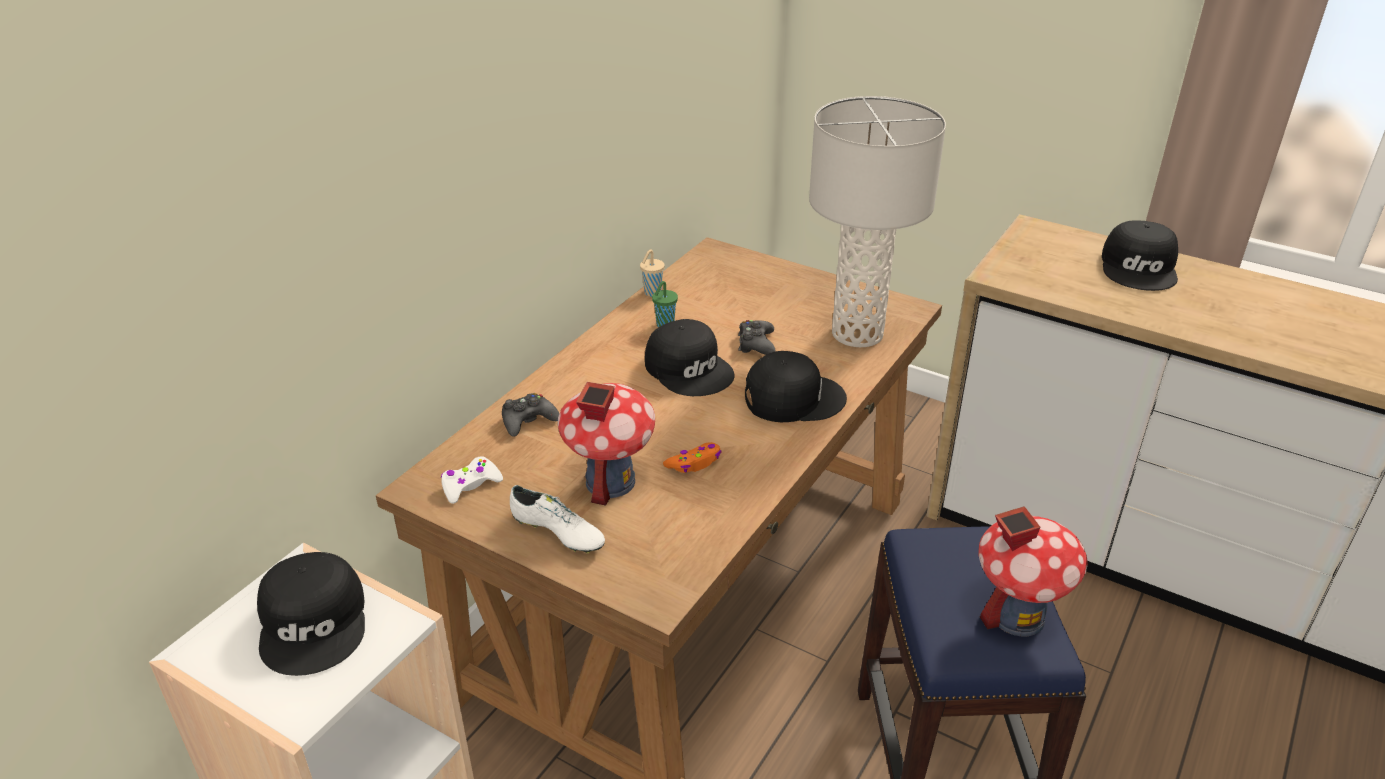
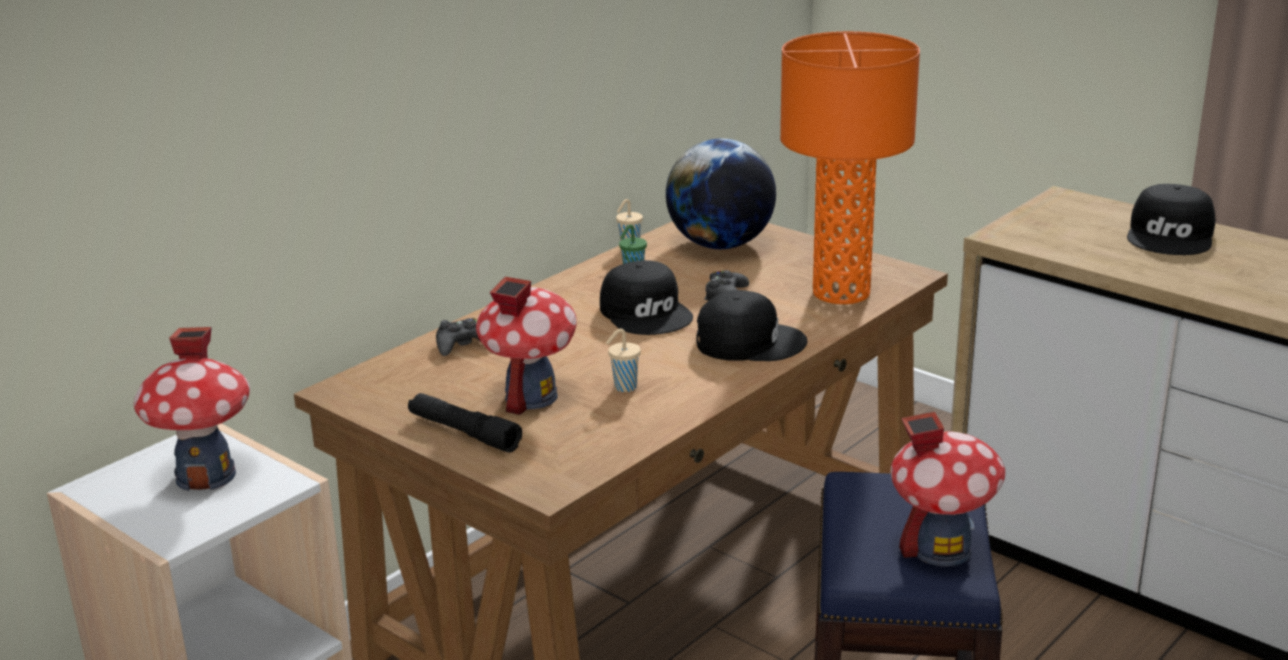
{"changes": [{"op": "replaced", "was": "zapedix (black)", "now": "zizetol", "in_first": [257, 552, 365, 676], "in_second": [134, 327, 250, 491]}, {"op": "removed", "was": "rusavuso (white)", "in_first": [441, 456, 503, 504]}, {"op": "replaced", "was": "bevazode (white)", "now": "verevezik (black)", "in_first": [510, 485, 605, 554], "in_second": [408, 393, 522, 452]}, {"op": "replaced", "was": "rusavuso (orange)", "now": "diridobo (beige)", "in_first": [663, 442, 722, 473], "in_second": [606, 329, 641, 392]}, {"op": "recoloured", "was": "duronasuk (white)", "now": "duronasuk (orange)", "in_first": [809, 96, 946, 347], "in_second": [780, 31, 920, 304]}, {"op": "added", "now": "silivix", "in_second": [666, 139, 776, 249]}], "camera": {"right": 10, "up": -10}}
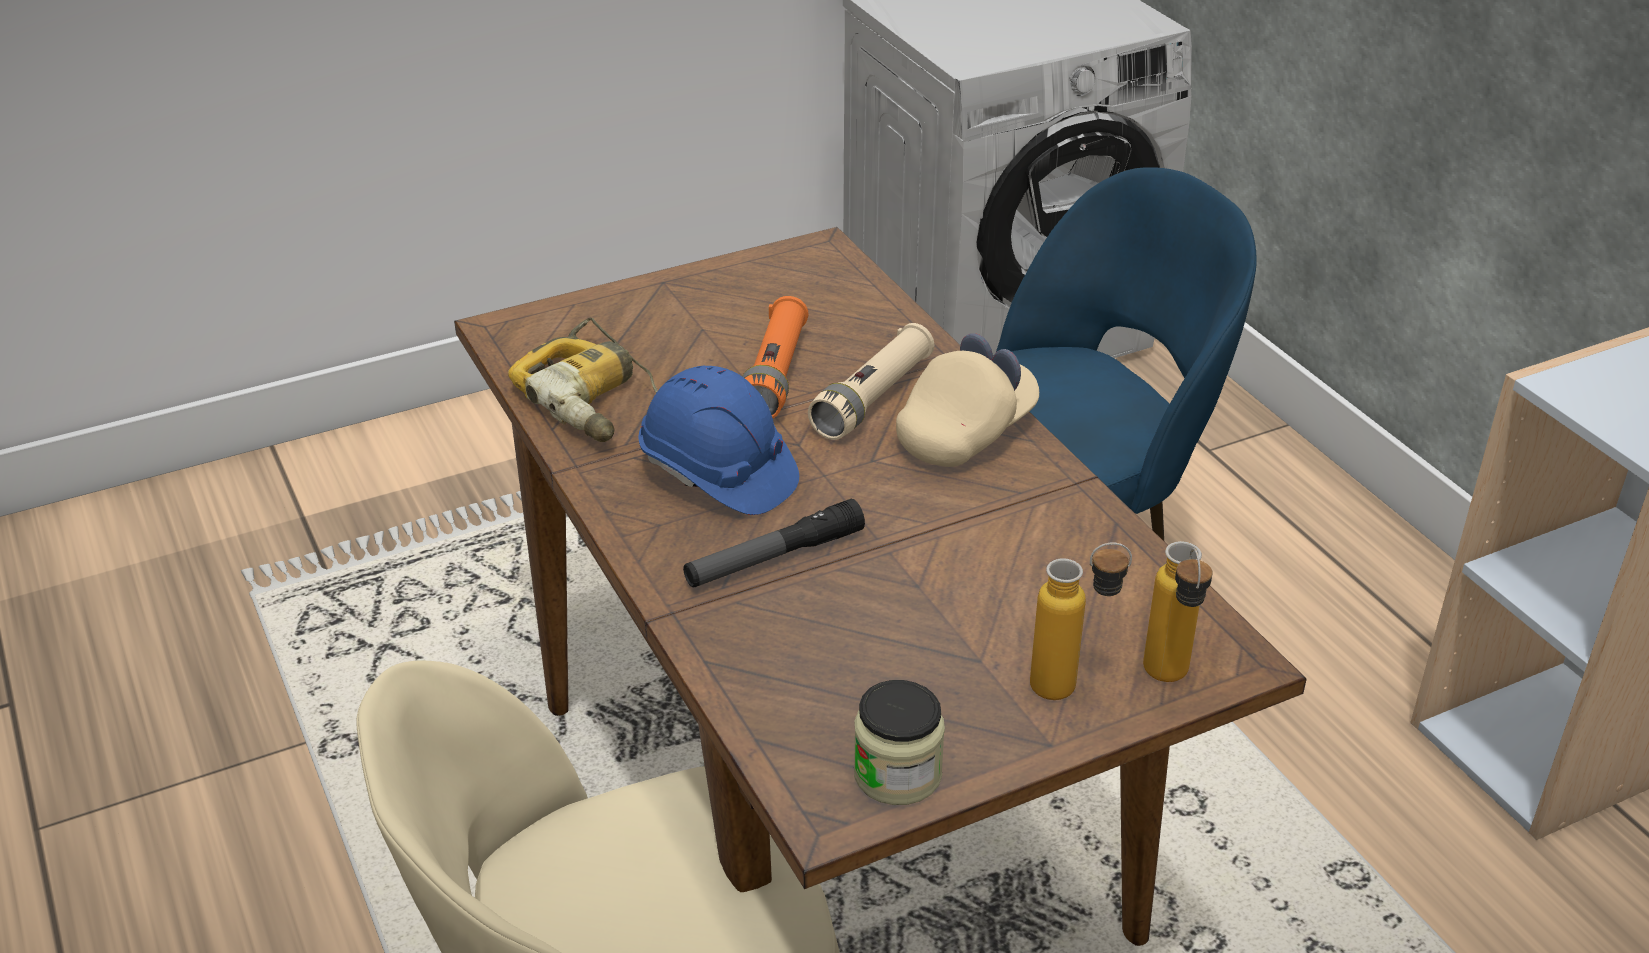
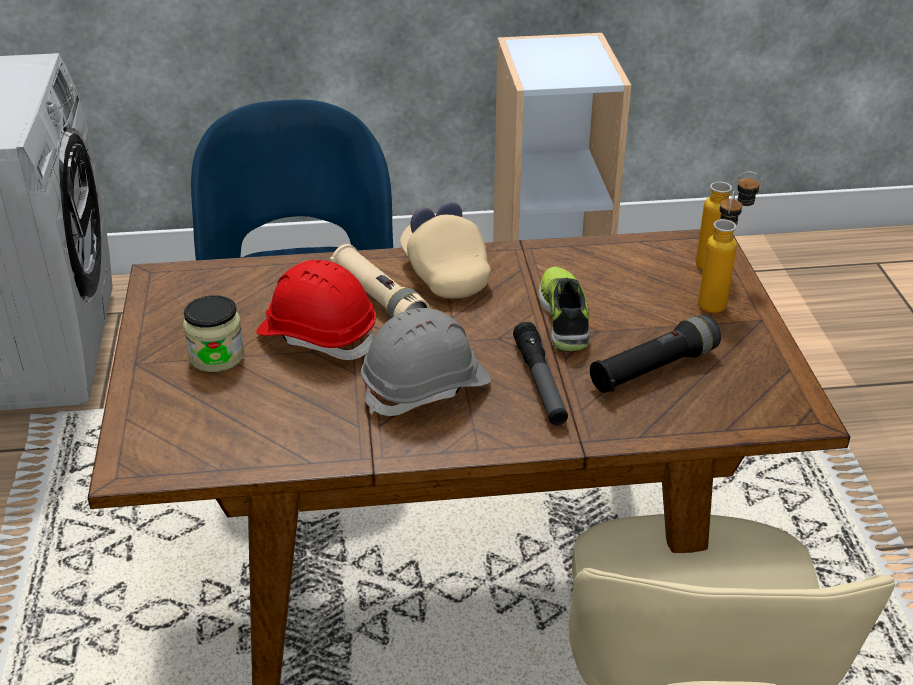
{"changes": [{"op": "removed", "was": "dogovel", "in_first": [508, 318, 658, 442]}, {"op": "recoloured", "was": "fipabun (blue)", "now": "fipabun (grey)", "in_first": [638, 366, 799, 515], "in_second": [361, 308, 491, 416]}, {"op": "replaced", "was": "verevezik (orange)", "now": "fipabun (red)", "in_first": [742, 296, 809, 418], "in_second": [256, 260, 376, 360]}, {"op": "moved", "was": "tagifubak", "in_first": [854, 680, 945, 805], "in_second": [183, 295, 245, 372]}, {"op": "added", "now": "bevazode", "in_second": [538, 267, 590, 352]}, {"op": "added", "now": "verevezik (black)", "in_second": [590, 314, 721, 393]}], "camera": {"right": -70, "up": 0}}
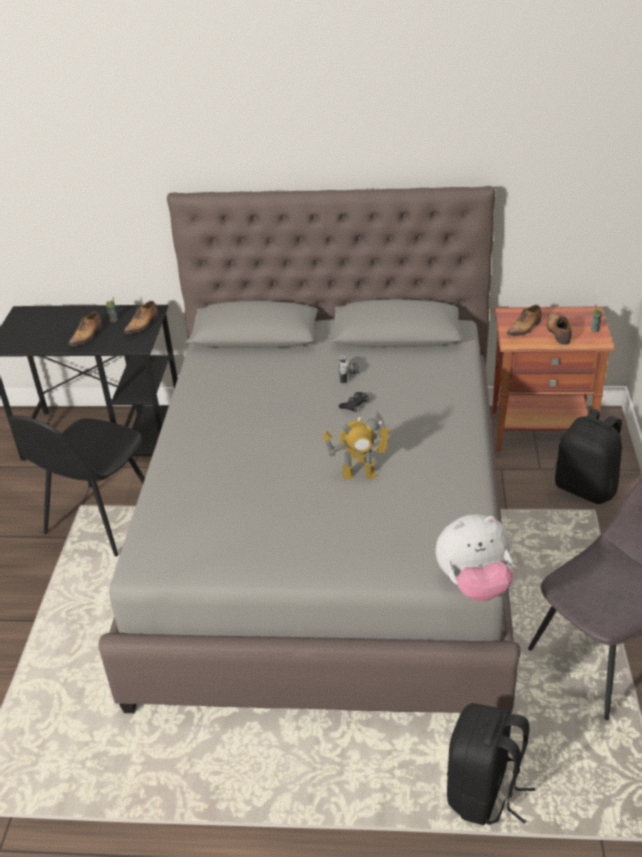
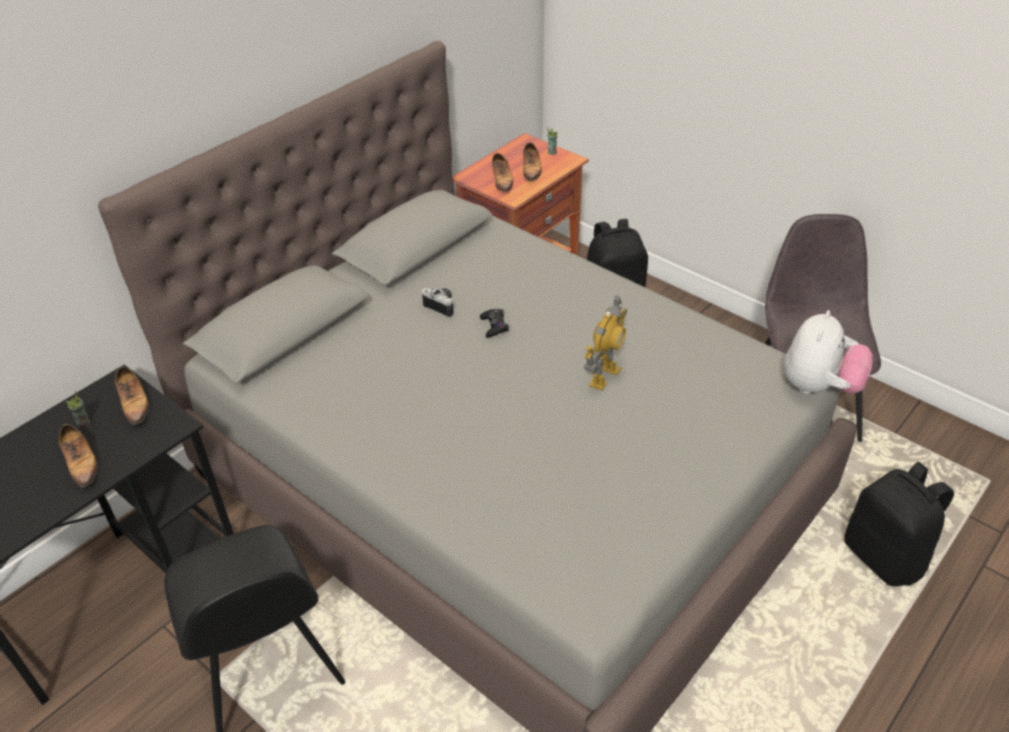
{"changes": [{"op": "turned", "was": "bevazode", "in_first": [547, 313, 572, 345], "in_second": [523, 143, 541, 181], "clockwise": -120}], "camera": {"right": -55, "up": 5}}
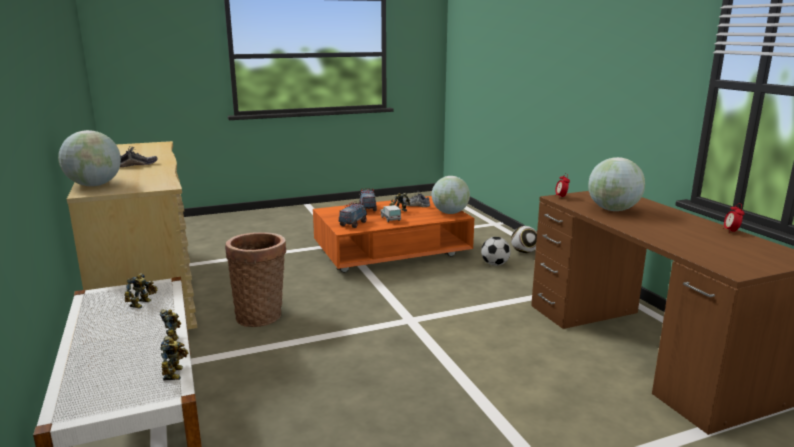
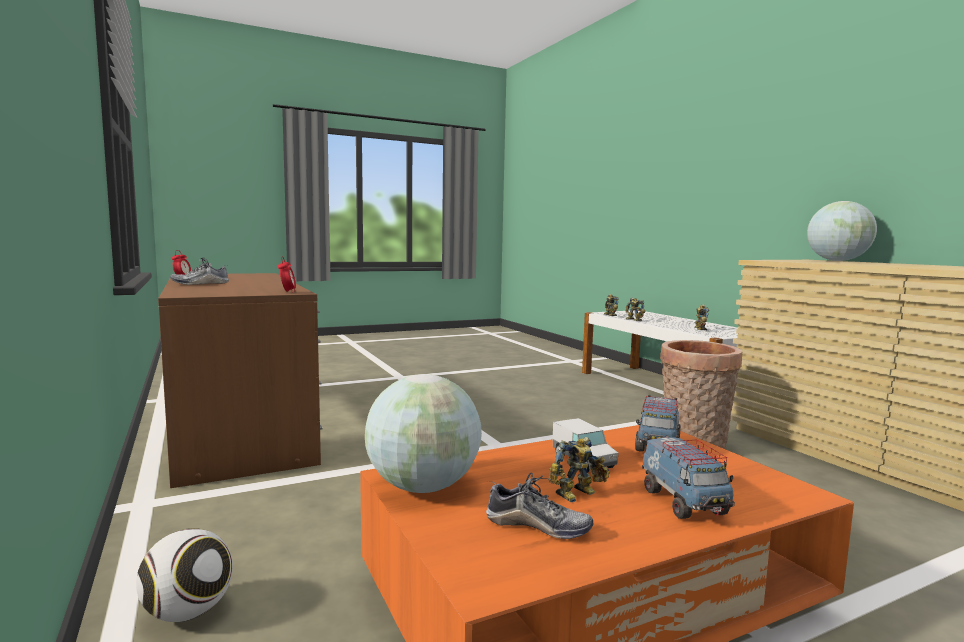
{"changes": [{"op": "moved", "was": "bevazode", "in_first": [120, 146, 158, 167], "in_second": [170, 258, 229, 285]}, {"op": "removed", "was": "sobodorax", "in_first": [481, 237, 511, 266]}, {"op": "removed", "was": "silivix", "in_first": [588, 157, 645, 211]}], "camera": {"right": 175, "up": -10}}
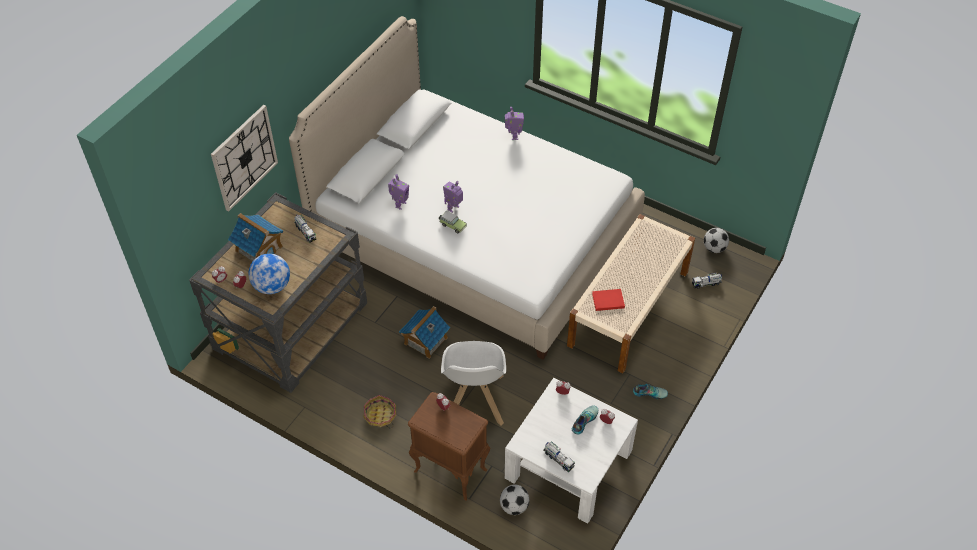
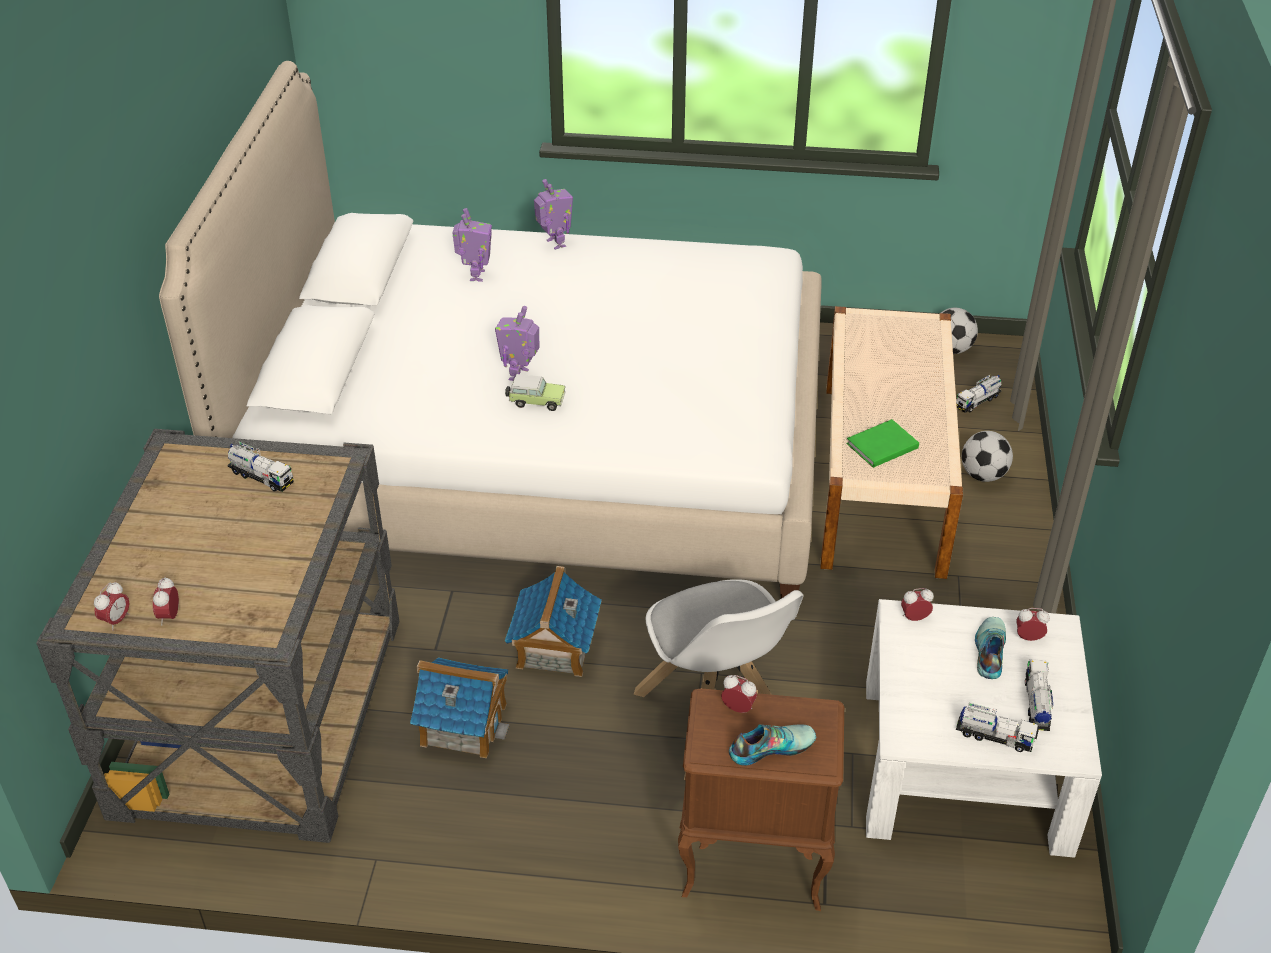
{"changes": [{"op": "removed", "was": "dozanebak", "in_first": [211, 105, 278, 212]}, {"op": "moved", "was": "zizetol", "in_first": [228, 213, 283, 262], "in_second": [410, 657, 510, 758]}, {"op": "removed", "was": "silivix", "in_first": [248, 253, 290, 294]}, {"op": "removed", "was": "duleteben", "in_first": [363, 395, 396, 429]}, {"op": "moved", "was": "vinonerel", "in_first": [388, 174, 409, 210], "in_second": [452, 208, 492, 282]}, {"op": "moved", "was": "sobodorax", "in_first": [500, 485, 529, 515], "in_second": [962, 431, 1013, 482]}, {"op": "recoloured", "was": "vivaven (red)", "now": "vivaven (green)", "in_first": [592, 289, 625, 311], "in_second": [846, 419, 919, 468]}, {"op": "moved", "was": "bevazode", "in_first": [633, 384, 668, 399], "in_second": [729, 724, 816, 766]}, {"op": "added", "now": "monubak", "in_second": [1025, 659, 1053, 731]}], "camera": {"right": -25, "up": -10}}
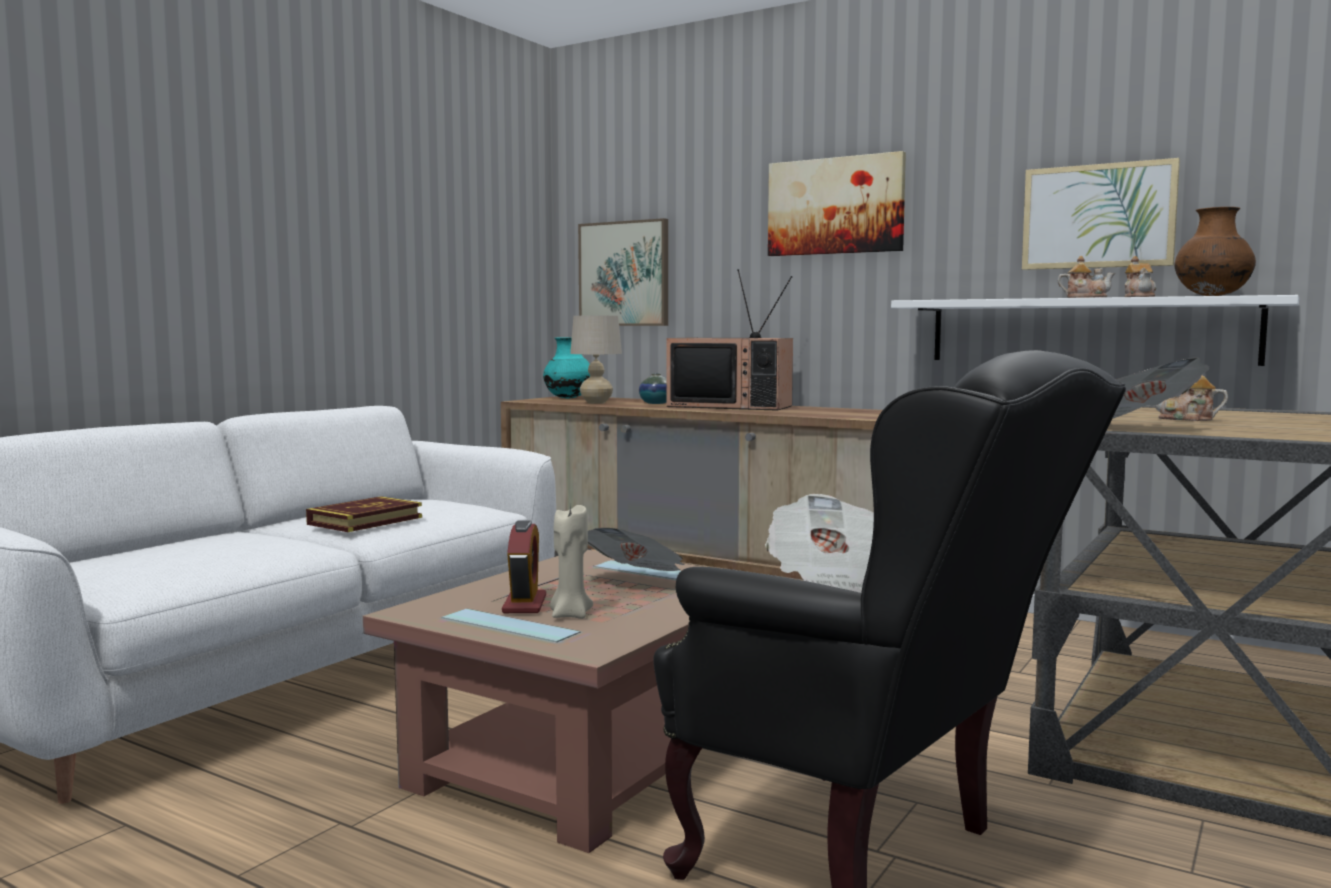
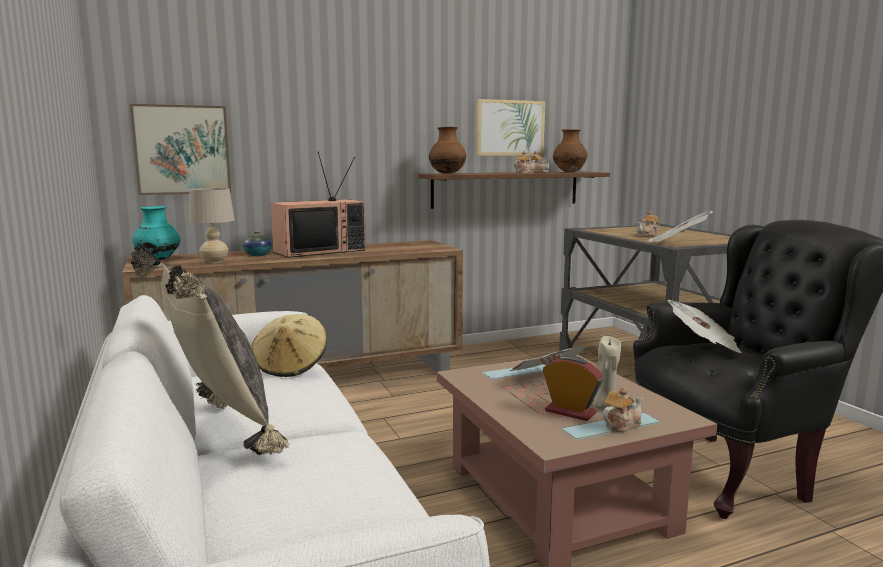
{"changes": [{"op": "removed", "was": "vivaven", "in_first": [306, 496, 422, 532]}, {"op": "removed", "was": "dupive", "in_first": [768, 151, 906, 256]}, {"op": "recoloured", "was": "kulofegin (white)", "now": "kulofegin (brown)", "in_first": [891, 295, 1299, 366], "in_second": [418, 171, 610, 209]}, {"op": "added", "now": "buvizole", "in_second": [131, 244, 290, 455]}, {"op": "added", "now": "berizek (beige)", "in_second": [251, 314, 327, 377]}, {"op": "added", "now": "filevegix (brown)", "in_second": [429, 127, 466, 174]}, {"op": "added", "now": "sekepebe", "in_second": [603, 388, 643, 432]}], "camera": {"right": -55, "up": 5}}
